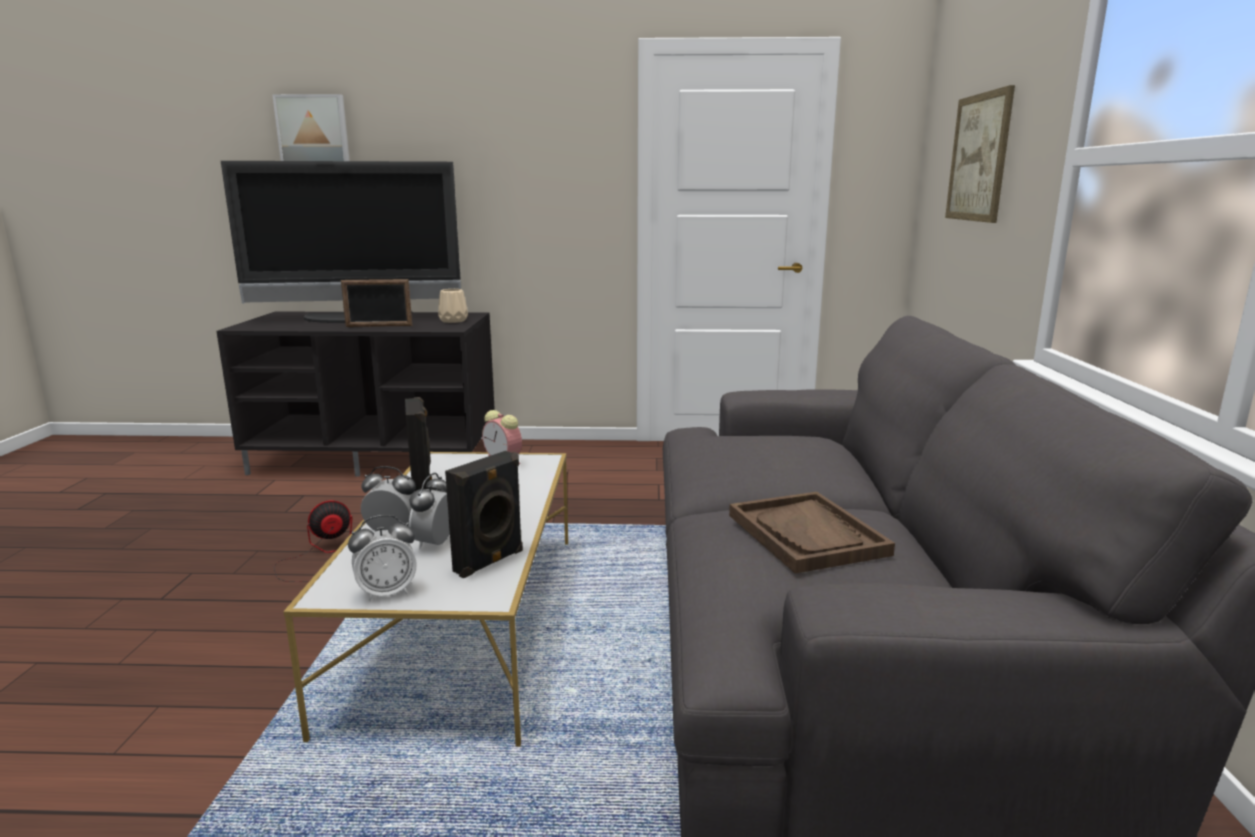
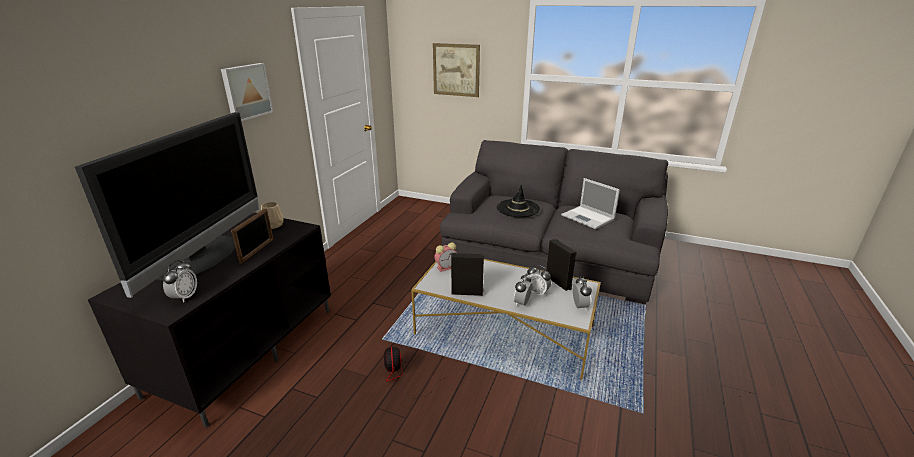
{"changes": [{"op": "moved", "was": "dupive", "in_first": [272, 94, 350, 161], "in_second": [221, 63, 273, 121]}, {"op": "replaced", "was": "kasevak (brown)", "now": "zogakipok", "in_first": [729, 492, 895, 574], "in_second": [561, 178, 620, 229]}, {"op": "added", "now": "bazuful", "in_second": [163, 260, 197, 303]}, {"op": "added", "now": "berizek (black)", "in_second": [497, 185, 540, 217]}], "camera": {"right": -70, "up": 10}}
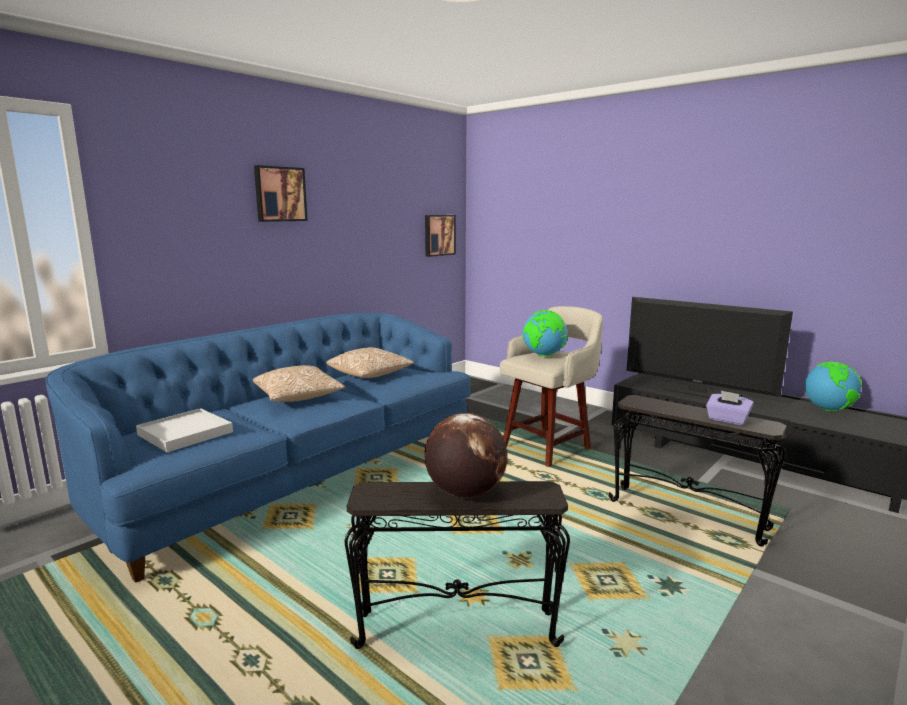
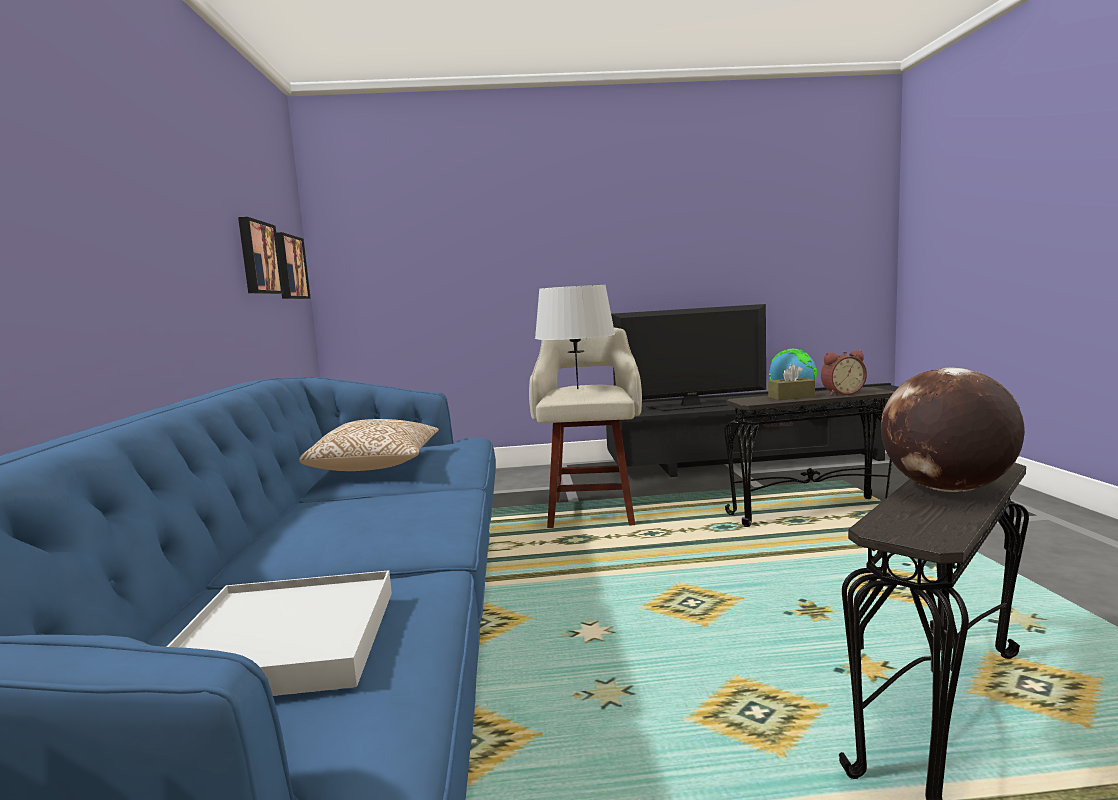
{"changes": [{"op": "removed", "was": "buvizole", "in_first": [253, 365, 345, 402]}, {"op": "moved", "was": "dupive", "in_first": [254, 165, 308, 222], "in_second": [238, 217, 284, 294]}, {"op": "replaced", "was": "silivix", "now": "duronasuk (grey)", "in_first": [522, 310, 568, 356], "in_second": [535, 285, 615, 389]}, {"op": "replaced", "was": "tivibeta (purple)", "now": "bazuful", "in_first": [706, 390, 754, 425], "in_second": [821, 350, 867, 396]}, {"op": "added", "now": "tivibeta (brown)", "in_second": [768, 364, 815, 400]}], "camera": {"right": -45, "up": -5}}
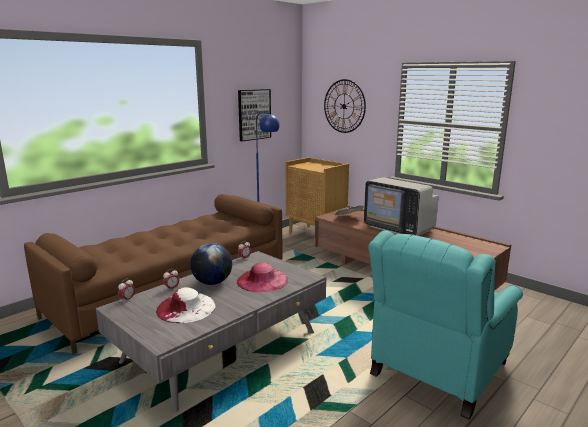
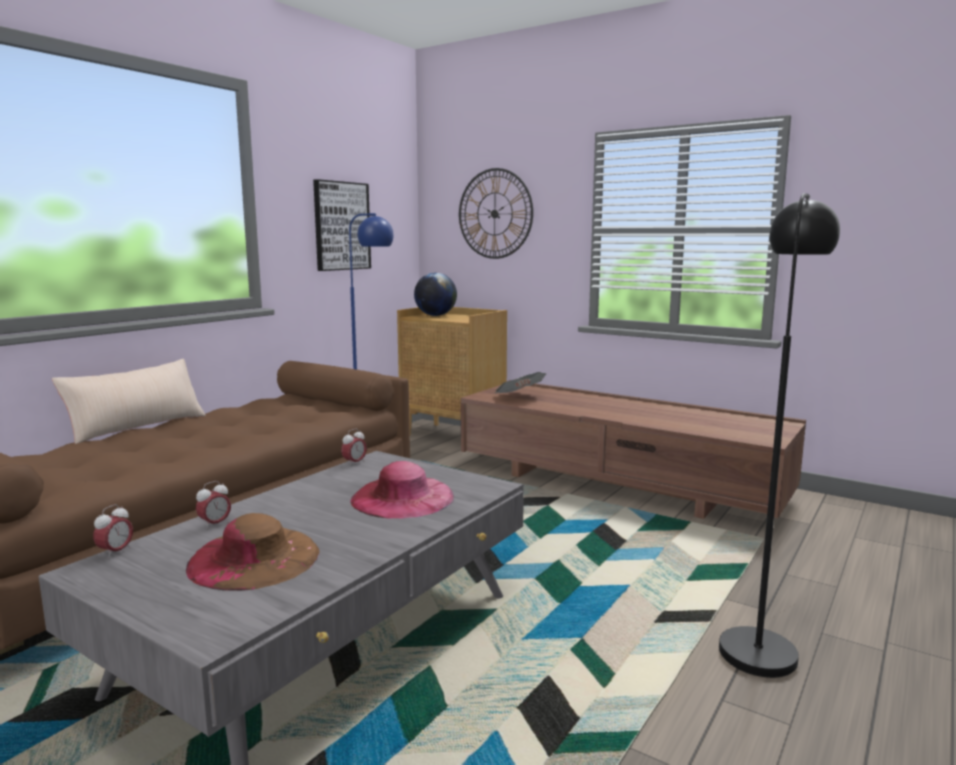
{"changes": [{"op": "recoloured", "was": "berizek (white)", "now": "berizek (brown)", "in_first": [156, 287, 216, 323], "in_second": [186, 513, 320, 591]}, {"op": "moved", "was": "silivix", "in_first": [190, 243, 232, 285], "in_second": [414, 273, 457, 316]}, {"op": "removed", "was": "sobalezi", "in_first": [364, 177, 439, 236]}, {"op": "replaced", "was": "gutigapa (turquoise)", "now": "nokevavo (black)", "in_first": [368, 231, 523, 420], "in_second": [719, 193, 840, 678]}, {"op": "added", "now": "buvizole (beige)", "in_second": [52, 359, 205, 444]}], "camera": {"right": -10, "up": -5}}
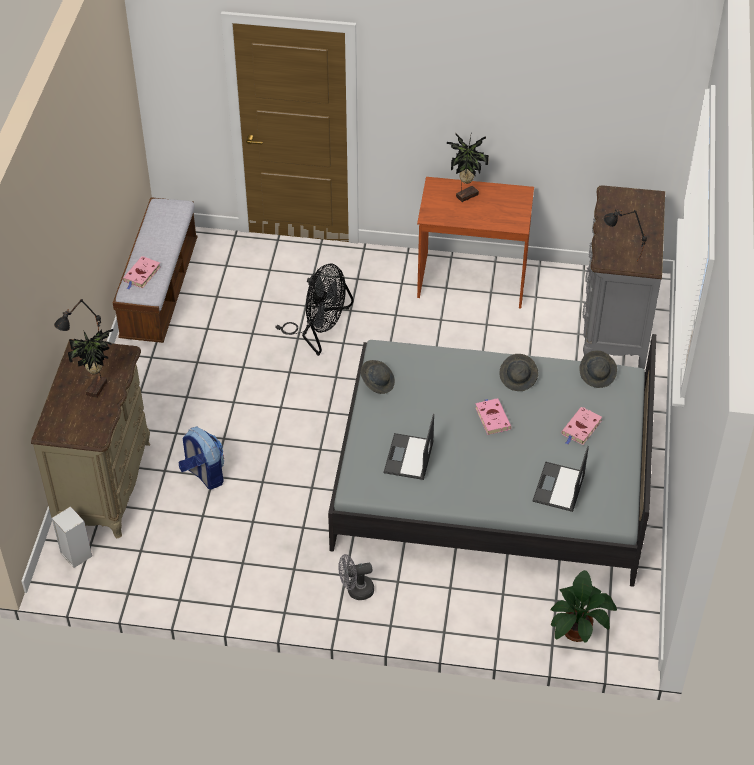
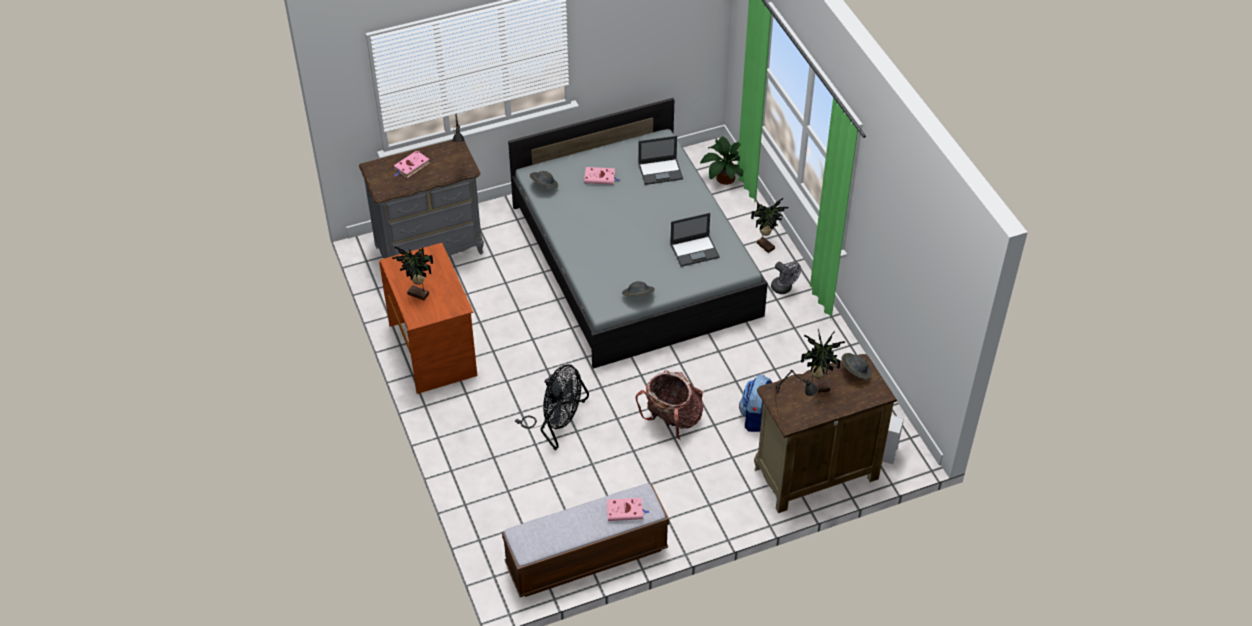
{"changes": [{"op": "turned", "was": "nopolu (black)", "in_first": [276, 264, 354, 356], "in_second": [515, 364, 589, 450], "clockwise": 120}, {"op": "moved", "was": "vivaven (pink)", "in_first": [475, 398, 512, 435], "in_second": [393, 150, 430, 178]}, {"op": "moved", "was": "berizek (grey)", "in_first": [499, 354, 538, 391], "in_second": [841, 353, 872, 380]}, {"op": "added", "now": "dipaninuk", "in_second": [636, 370, 703, 439]}, {"op": "added", "now": "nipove", "in_second": [751, 198, 788, 253]}], "camera": {"right": -120, "up": 0}}
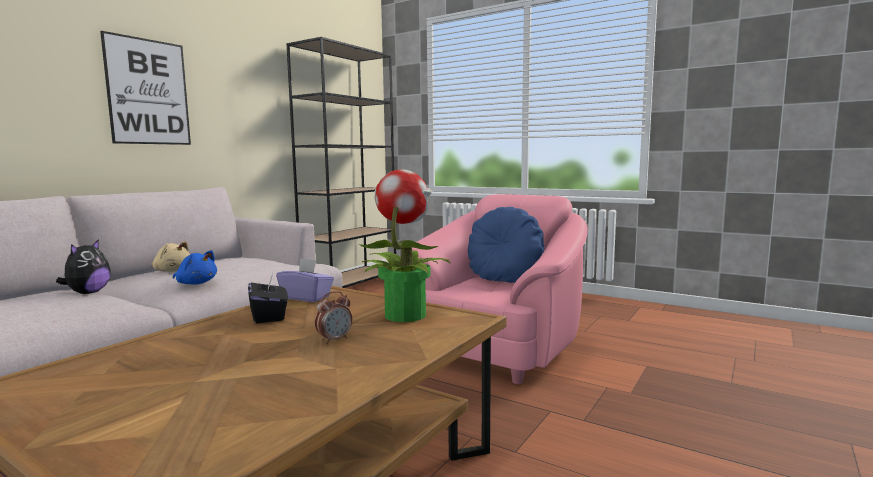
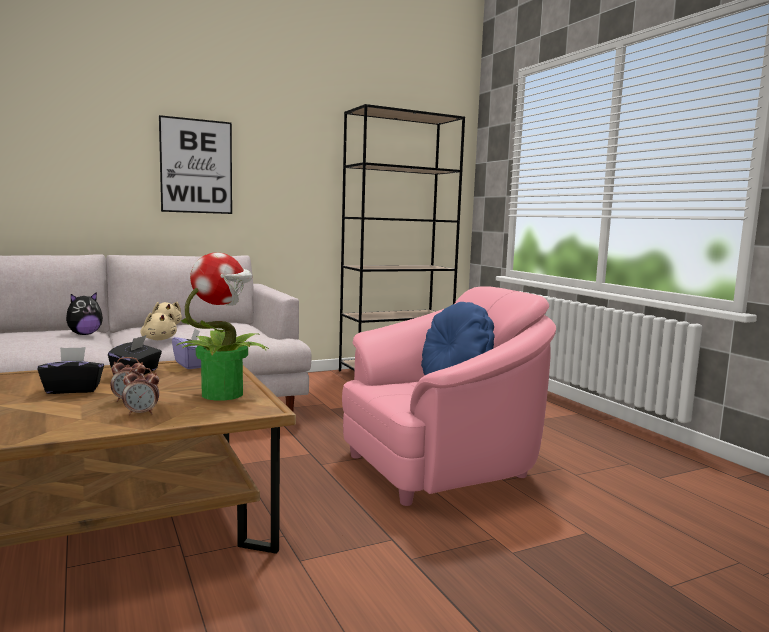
{"changes": [{"op": "recoloured", "was": "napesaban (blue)", "now": "napesaban (beige)", "in_first": [173, 250, 217, 285], "in_second": [141, 312, 177, 340]}, {"op": "added", "now": "tivibeta (black)", "in_second": [37, 347, 104, 394]}, {"op": "added", "now": "bazuful", "in_second": [122, 367, 159, 415]}], "camera": {"right": 30, "up": 0}}
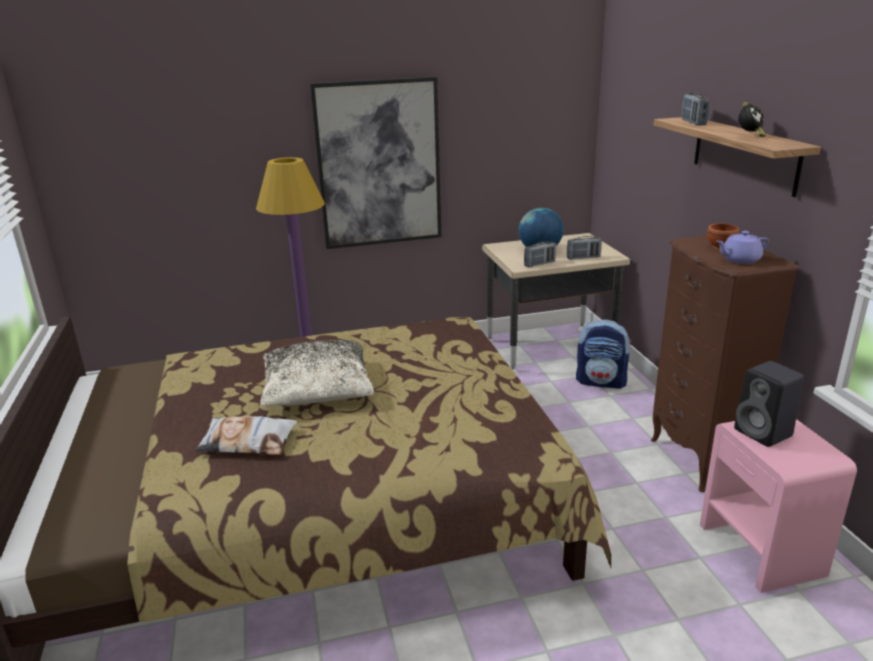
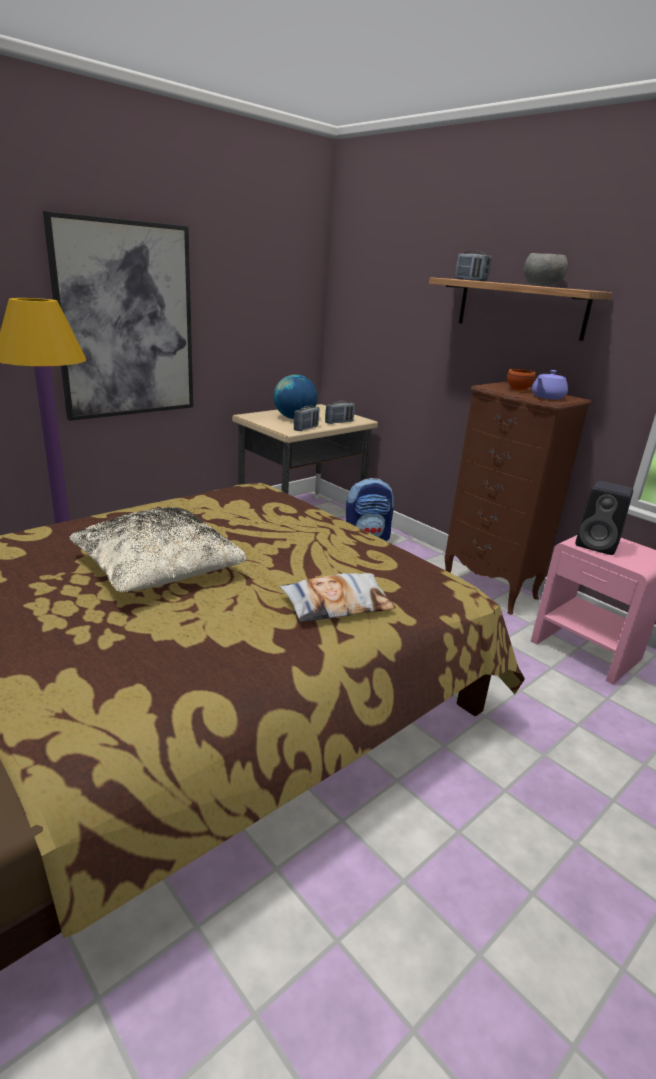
{"changes": [{"op": "moved", "was": "buvizole", "in_first": [195, 416, 298, 455], "in_second": [280, 573, 396, 623]}, {"op": "replaced", "was": "bazuful", "now": "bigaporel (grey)", "in_first": [738, 102, 766, 137], "in_second": [524, 253, 568, 286]}], "camera": {"right": -30, "up": 0}}
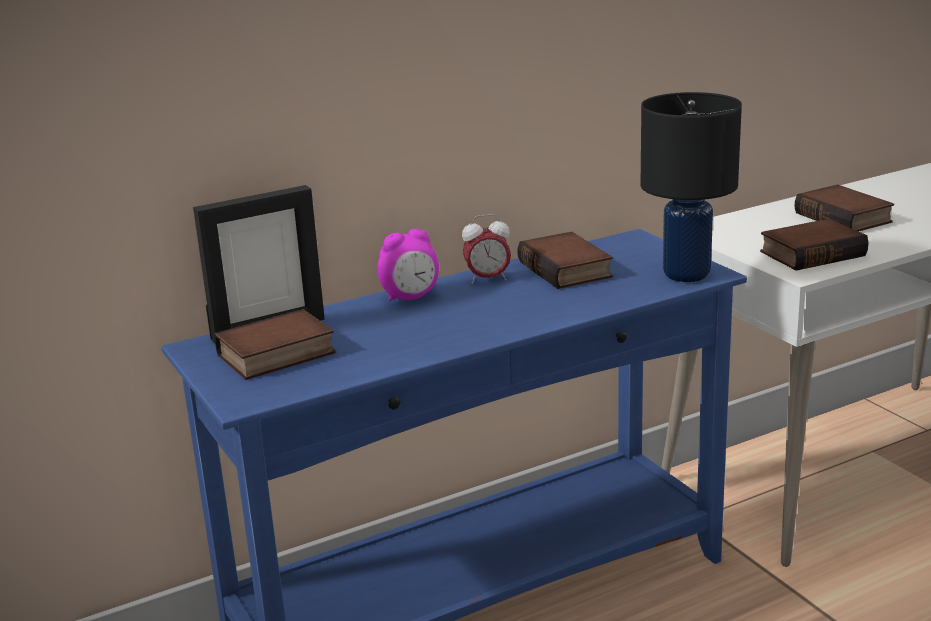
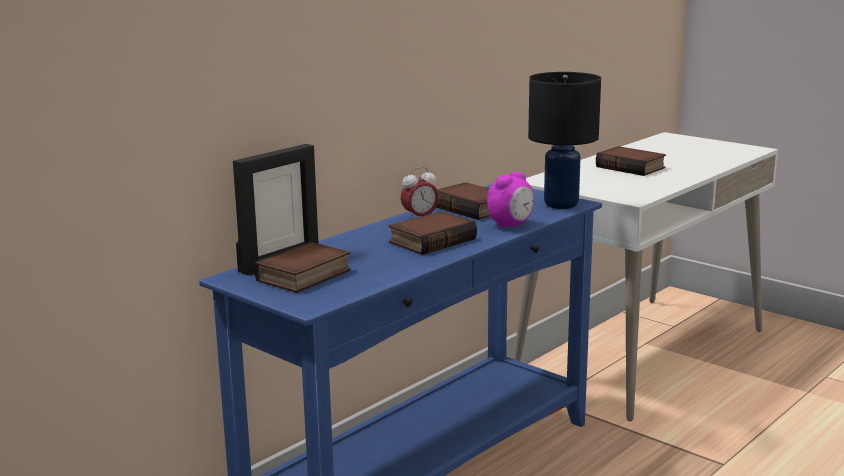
{"changes": [{"op": "moved", "was": "bazuful", "in_first": [377, 229, 439, 301], "in_second": [487, 172, 534, 229]}, {"op": "moved", "was": "vivaven", "in_first": [760, 219, 868, 271], "in_second": [389, 211, 477, 255]}], "camera": {"right": -20, "up": -5}}
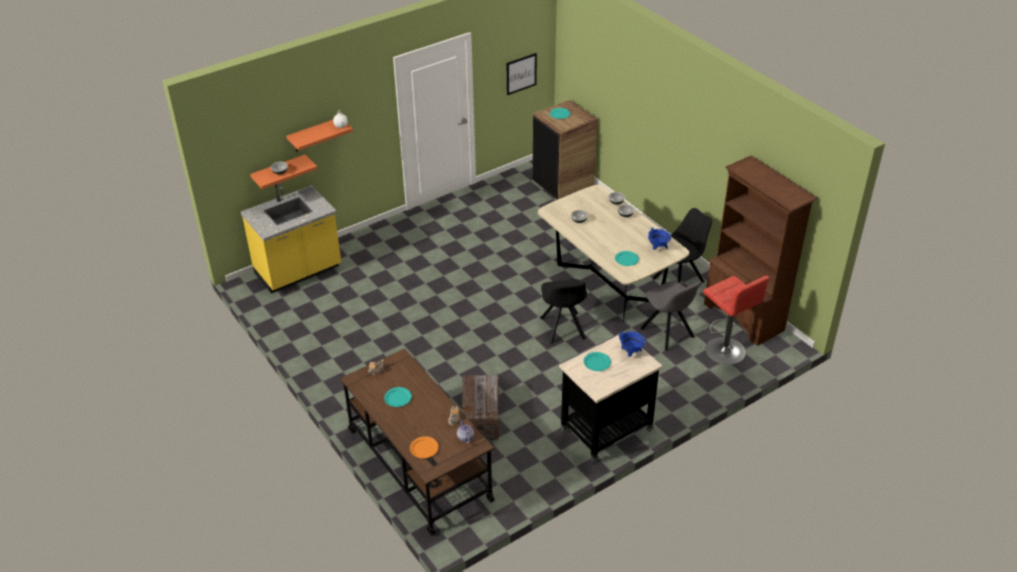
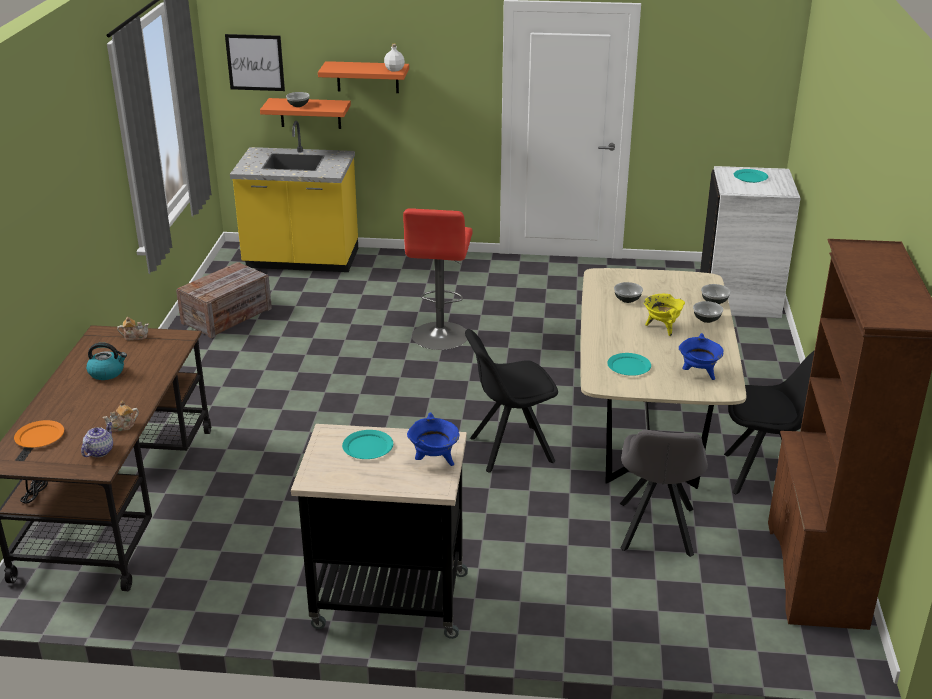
{"changes": [{"op": "replaced", "was": "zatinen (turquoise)", "now": "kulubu", "in_first": [384, 387, 412, 407], "in_second": [86, 342, 127, 380]}, {"op": "moved", "was": "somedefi", "in_first": [462, 375, 499, 440], "in_second": [176, 262, 272, 338]}, {"op": "moved", "was": "dupive", "in_first": [507, 53, 537, 95], "in_second": [225, 34, 285, 91]}, {"op": "recoloured", "was": "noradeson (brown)", "now": "noradeson (white)", "in_first": [533, 100, 598, 200], "in_second": [700, 166, 800, 318]}, {"op": "turned", "was": "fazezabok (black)", "in_first": [540, 279, 587, 344], "in_second": [465, 329, 558, 473], "clockwise": 45}, {"op": "moved", "was": "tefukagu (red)", "in_first": [703, 276, 770, 365], "in_second": [403, 208, 473, 350]}, {"op": "added", "now": "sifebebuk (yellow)", "in_second": [644, 294, 685, 336]}], "camera": {"right": 40, "up": -10}}
